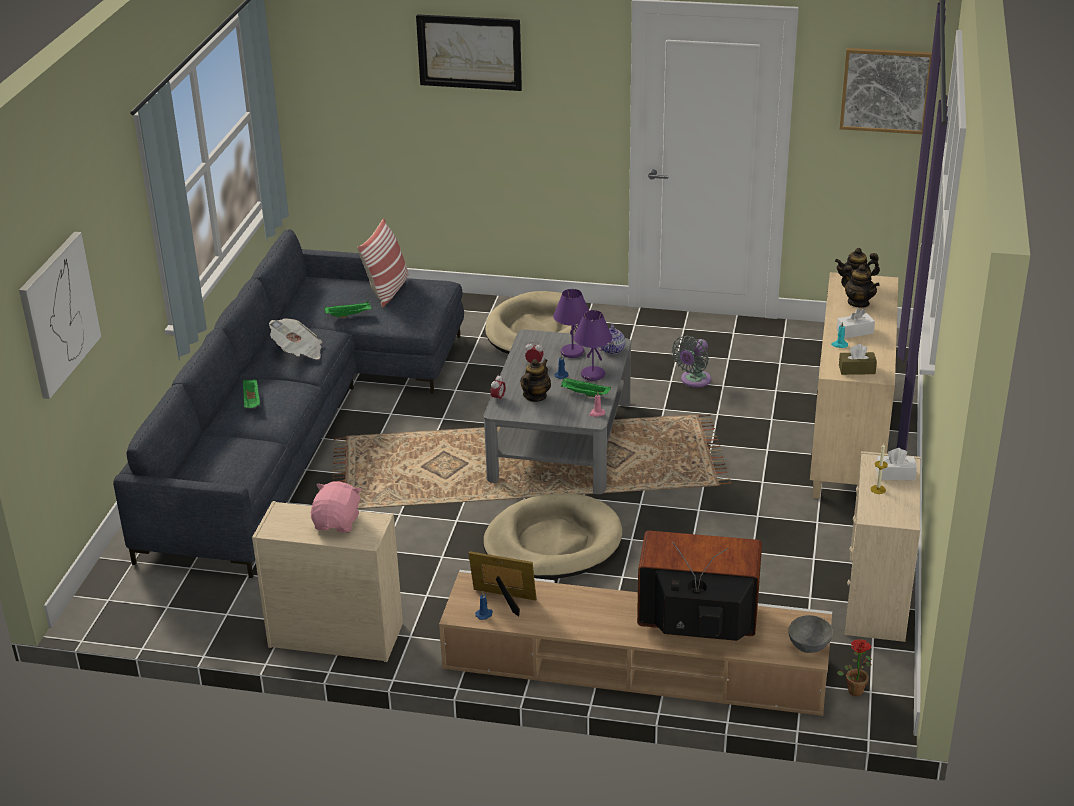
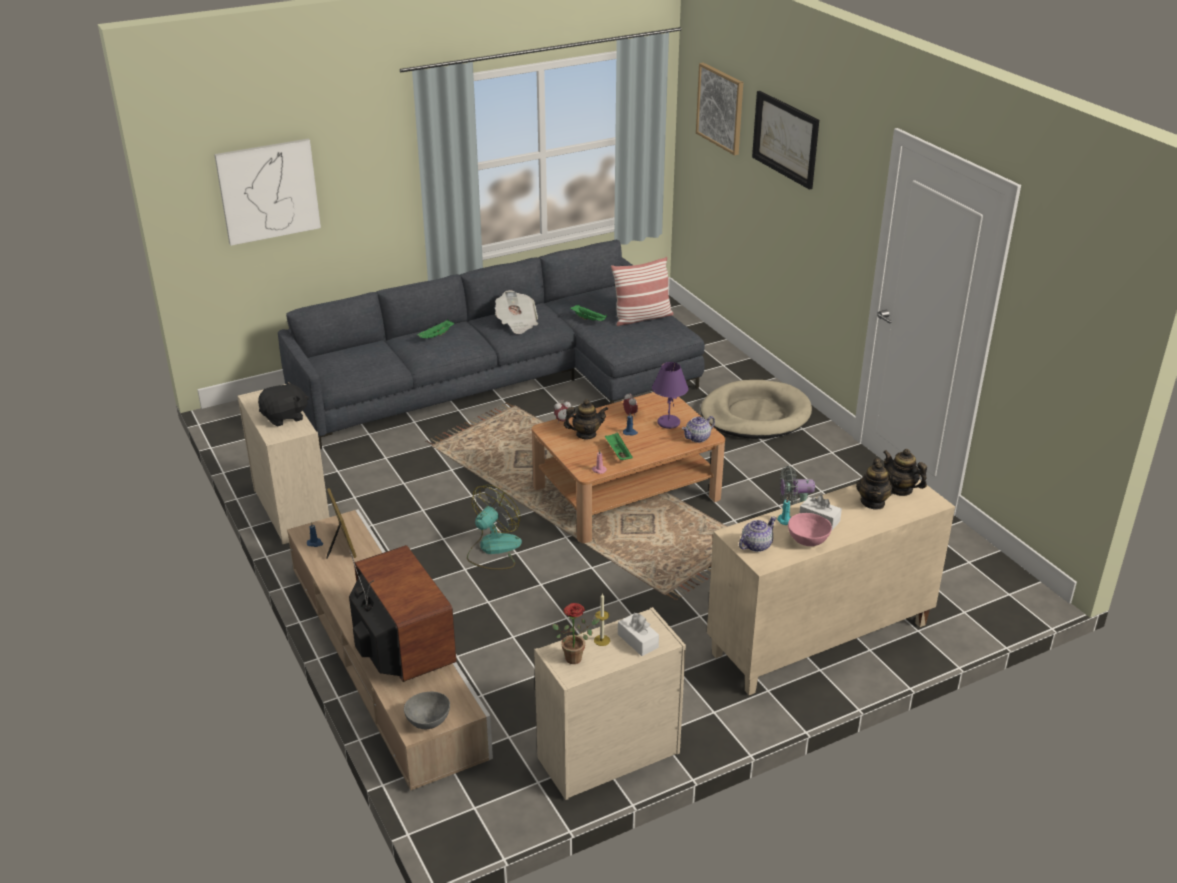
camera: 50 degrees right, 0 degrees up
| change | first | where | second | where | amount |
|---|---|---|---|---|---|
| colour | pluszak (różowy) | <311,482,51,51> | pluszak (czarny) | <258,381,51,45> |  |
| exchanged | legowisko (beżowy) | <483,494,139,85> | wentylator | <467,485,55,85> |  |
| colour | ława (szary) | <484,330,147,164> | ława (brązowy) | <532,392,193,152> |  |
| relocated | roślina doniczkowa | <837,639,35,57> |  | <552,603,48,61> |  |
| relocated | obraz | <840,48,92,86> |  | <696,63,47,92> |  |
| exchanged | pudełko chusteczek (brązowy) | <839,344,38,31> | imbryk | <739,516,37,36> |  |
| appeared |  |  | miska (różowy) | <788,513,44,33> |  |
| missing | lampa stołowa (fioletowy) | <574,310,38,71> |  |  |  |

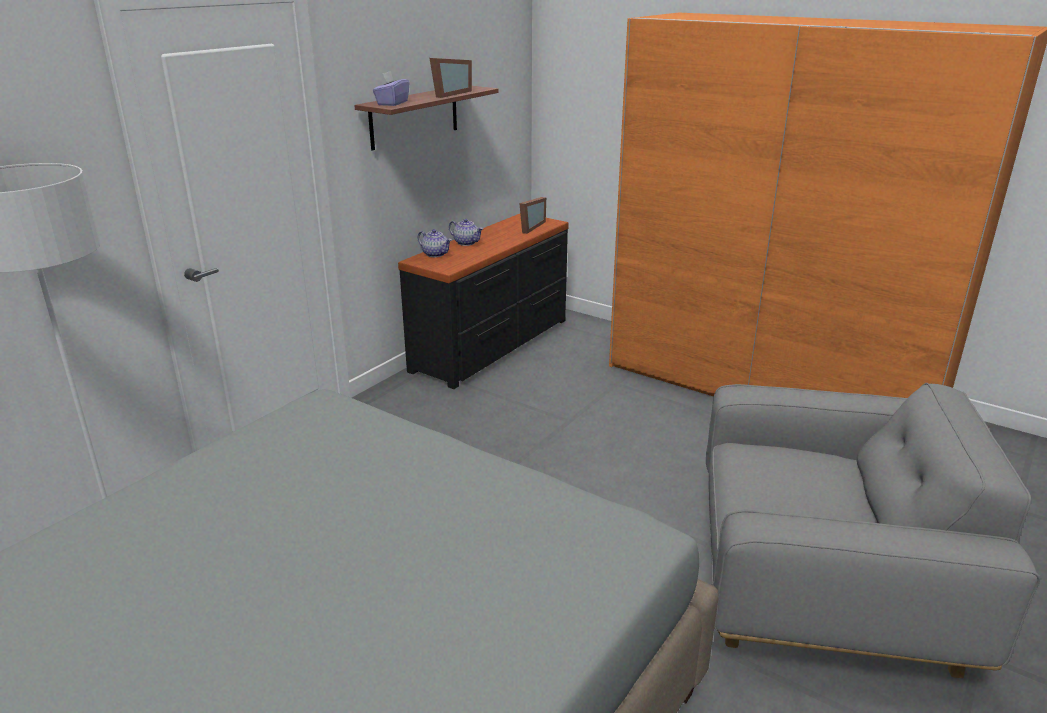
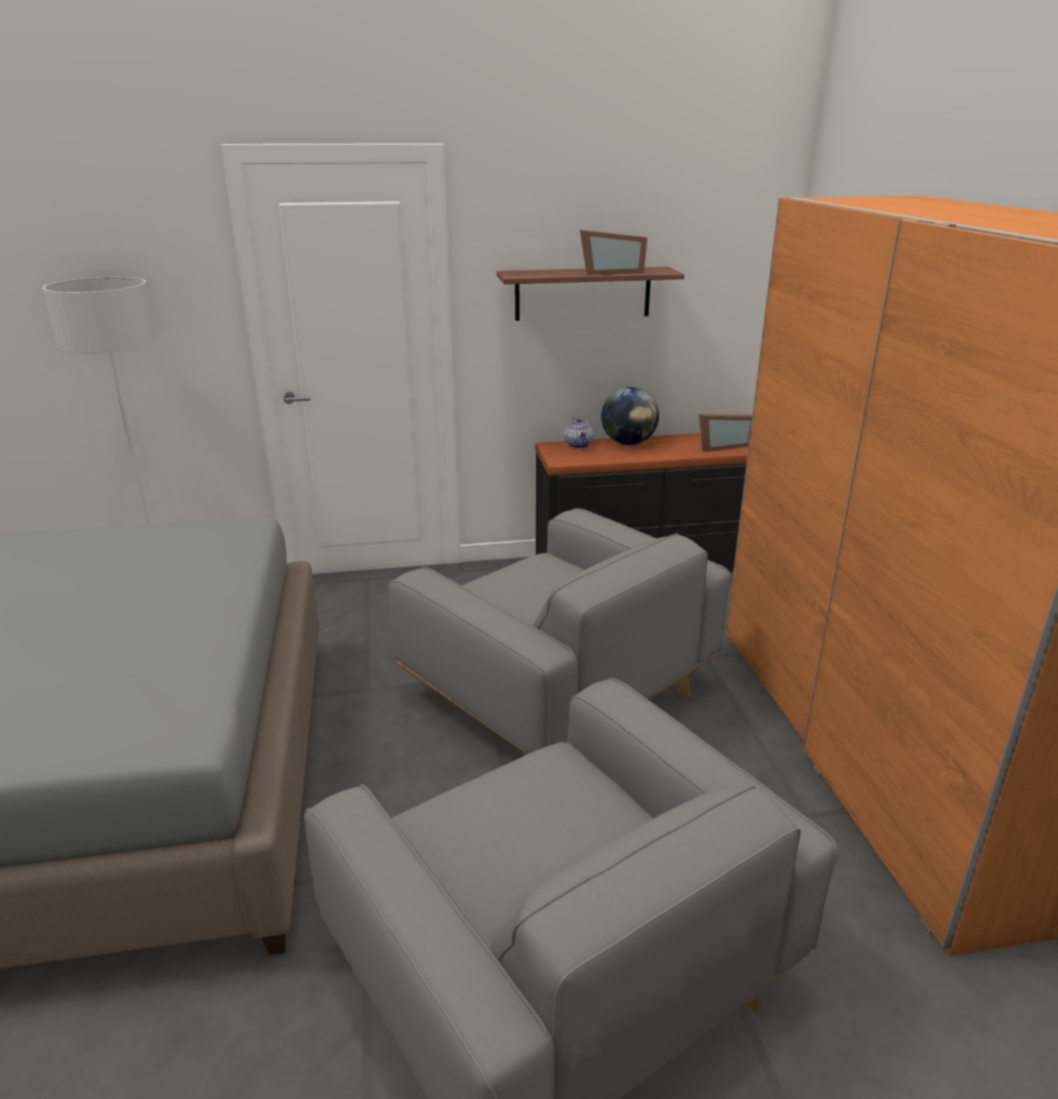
camera: 45 degrees right, 0 degrees up
| change | first | where | second | where | amount |
|---|---|---|---|---|---|
| appeared |  |  | fotel (szary) | <388,508,343,246> |  |
| exchanged | imbryk | <449,219,34,27> | globus | <601,387,58,58> |  |
| missing | pudełko chusteczek (fioletowy) | <373,71,37,35> |  |  |  |

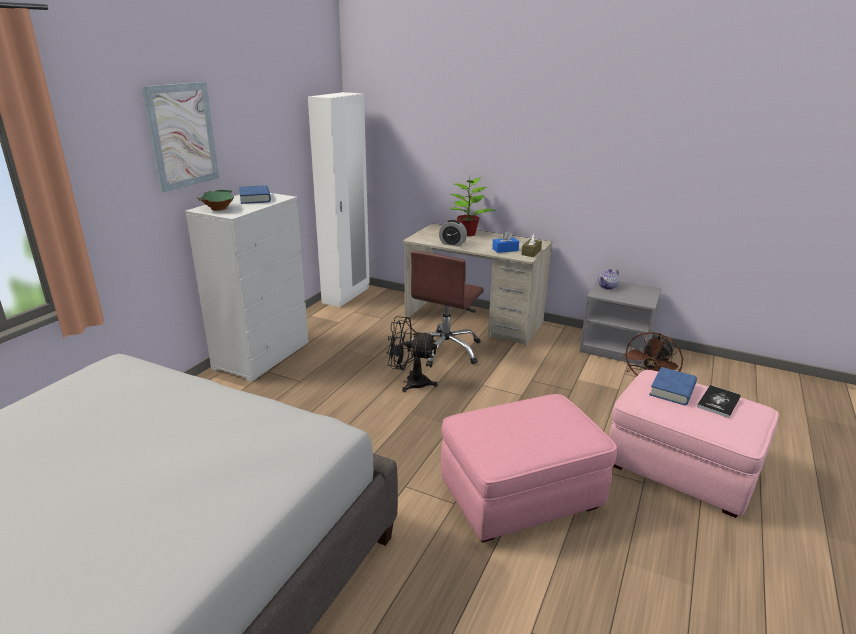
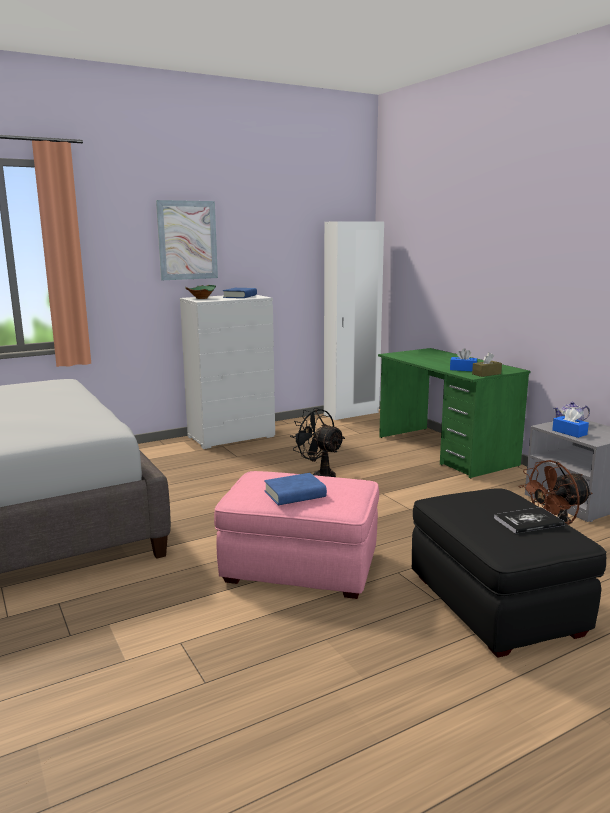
camera: 35 degrees right, 10 degrees down
| change | first | where | second | where | amount |
|---|---|---|---|---|---|
| relocated | książka (niebieski) | <649,367,48,38> |  | <264,473,63,32> |  |
| colour | biurko (beżowy) | <403,223,149,123> | biurko (zielony) | <378,348,152,130> |  |
| colour | pufa (różowy) | <609,370,170,148> | pufa (czarny) | <412,488,194,170> |  |
| appeared |  |  | pudełko chusteczek (niebieski) | <552,408,37,30> |  |
| missing | krzesło biurowe (brązowy) | <407,251,77,116> |  |  |  |
| missing | budzik | <439,220,28,27> |  |  |  |
| missing | roślina doniczkowa | <450,177,45,60> |  |  |  |

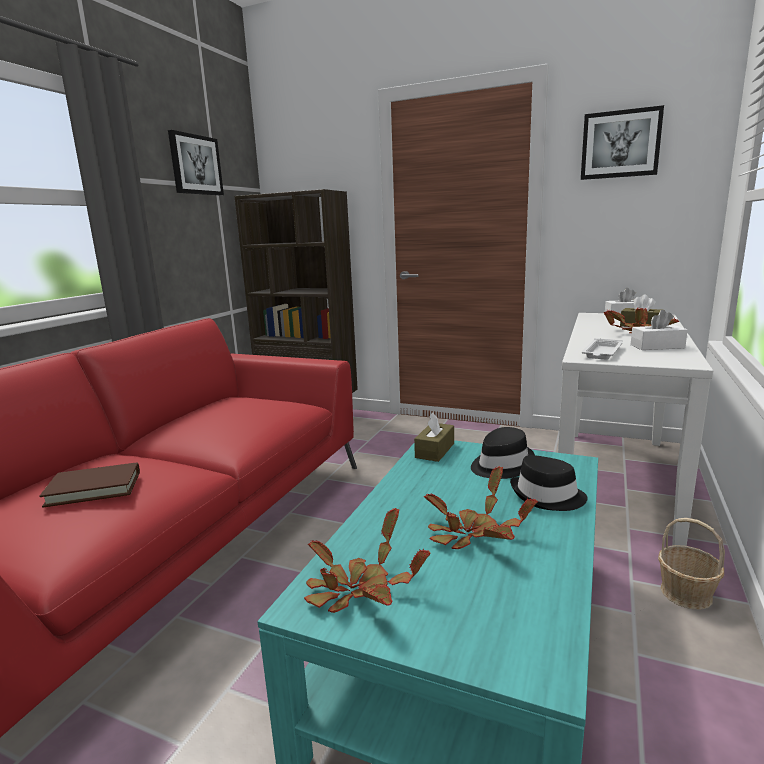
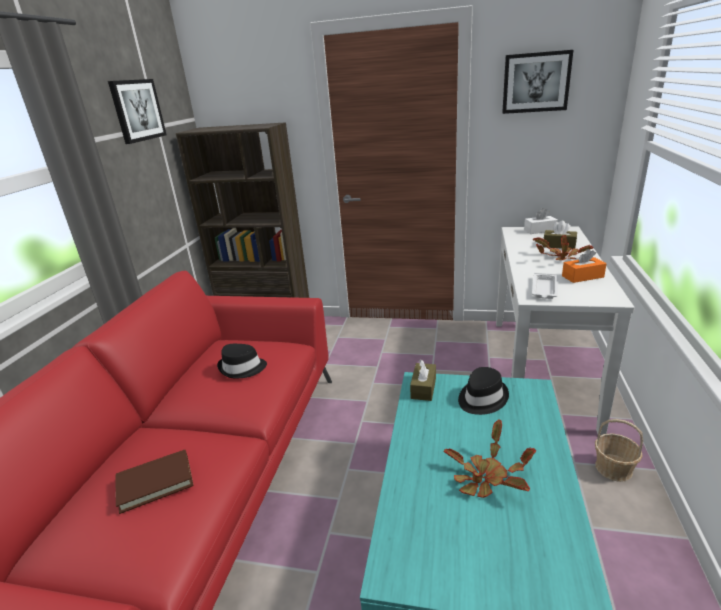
camera: 10 degrees left, 10 degrees up
| change | first | where | second | where | amount |
|---|---|---|---|---|---|
| relocated | kapelusz (czarny) | <510,455,78,56> |  | <217,344,50,34> |  |
| colour | pudełko chusteczek (biały) | <631,310,57,40> | pudełko chusteczek (pomarańczowy) | <562,249,45,34> |  |
| missing | roślina doniczkowa | <304,508,127,105> |  |  |  |

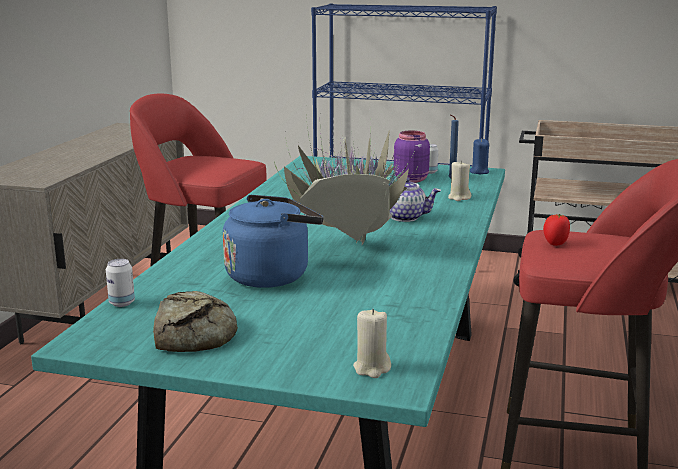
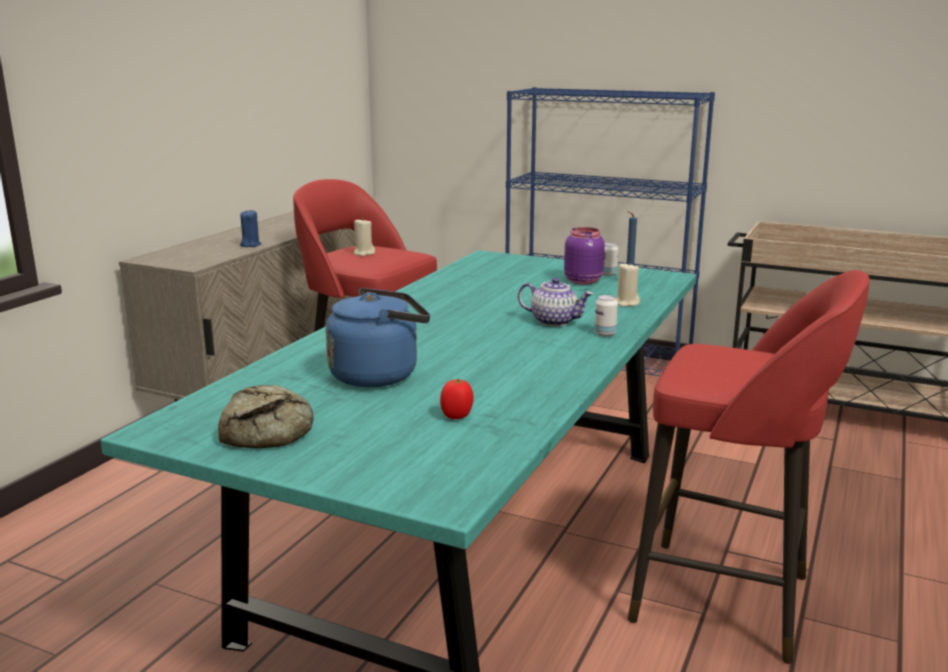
camera: 10 degrees right, 0 degrees up
| change | first | where | second | where | amount |
|---|---|---|---|---|---|
| relocated | świeca (niebieski) | <470,138,19,36> |  | <240,210,21,37> |  |
| relocated | świeca (beżowy) | <353,309,38,69> |  | <354,218,21,38> |  |
| relocated | pomidor | <543,214,27,32> |  | <440,379,34,40> |  |
| relocated | puszka | <106,259,29,48> |  | <594,295,24,41> |  |
| missing | roślina doniczkowa | <274,115,145,129> |  |  |  |

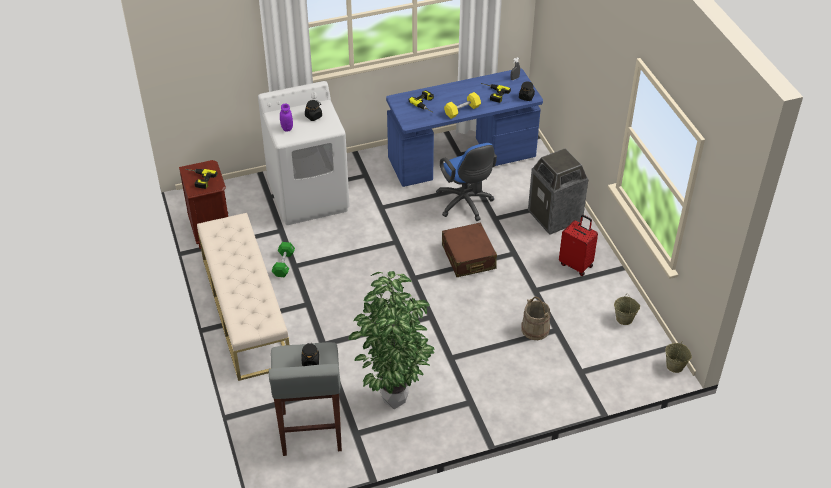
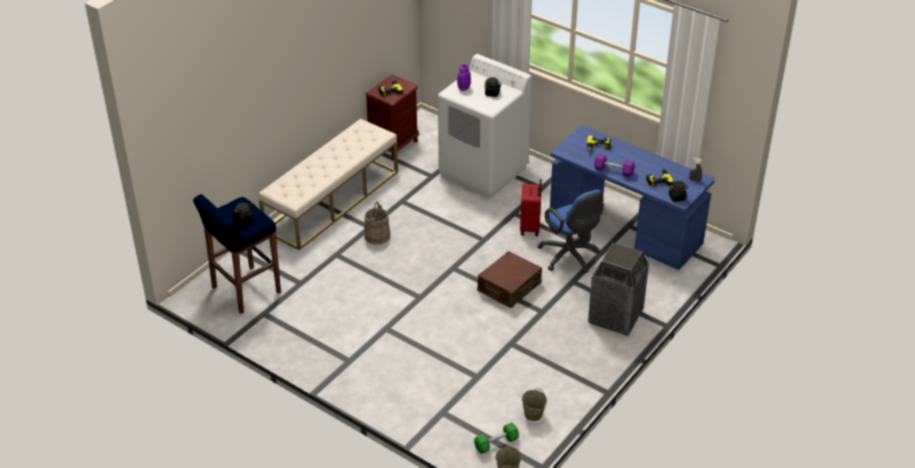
camera: 55 degrees right, 5 degrees down
| change | first | where | second | where | amount |
|---|---|---|---|---|---|
| colour | stołek (szary) | <269,342,73,114> | stołek (niebieski) | <193,194,88,120> |  |
| relocated | wiadro (beżowy) | <521,297,29,43> |  | <364,201,27,44> |  |
| relocated | hantel (zielony) | <272,242,23,35> |  | <474,422,45,32> |  |
| relocated | walizka (czerwony) | <559,215,39,61> |  | <520,179,22,57> |  |
| spun | krzesło biurowe (niebieski) | <436,143,61,78> |  | <537,190,67,83> | 60 degrees counterclockwise |
| colour | hantel (żółty) | <444,92,37,27> | hantel (fioletowy) | <594,153,41,24> |  |
| missing | roślina doniczkowa | <349,271,85,138> |  |  |  |

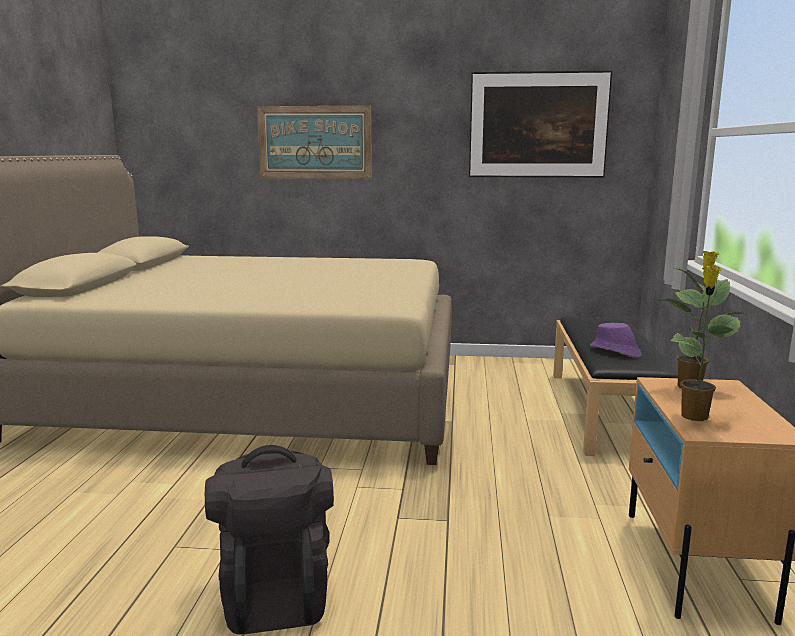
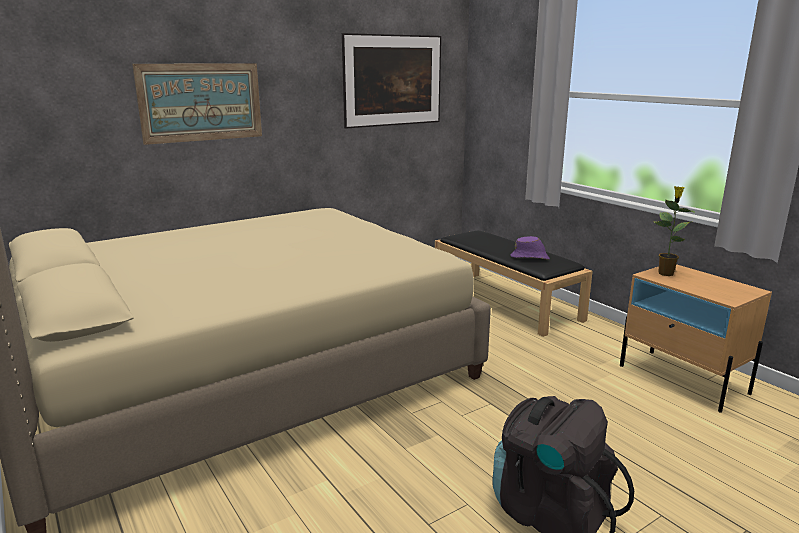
camera: 40 degrees left, 5 degrees up
| change | first | where | second | where | amount |
|---|---|---|---|---|---|
| missing | roślina doniczkowa | <670,265,70,156> |  |  |  |

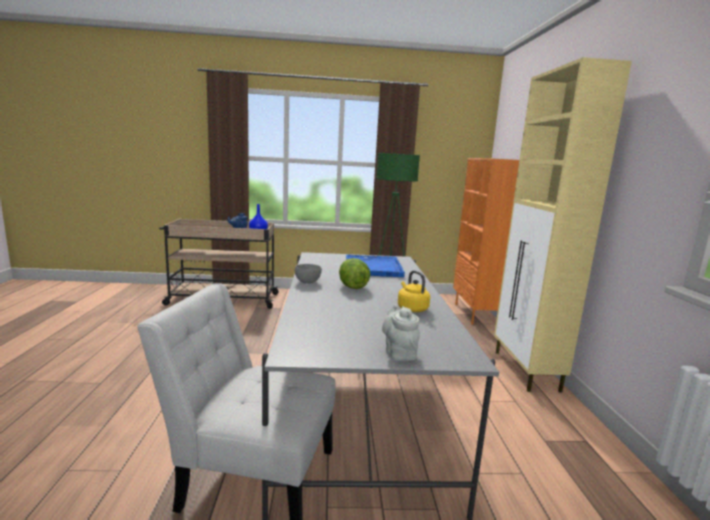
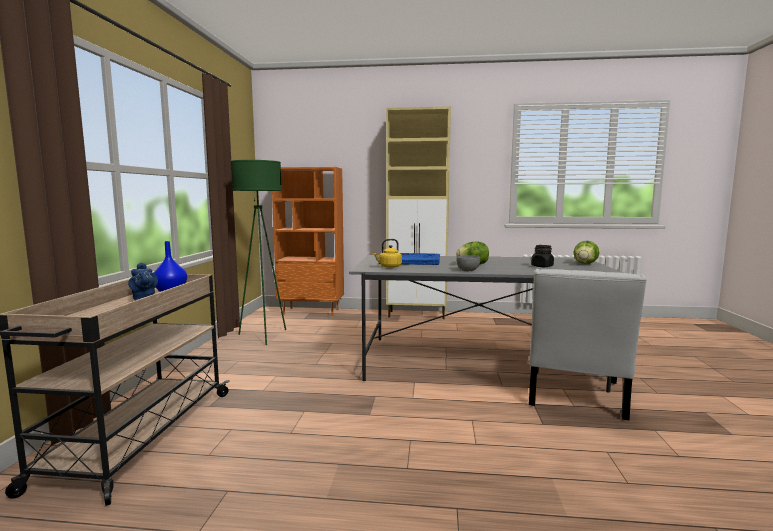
camera: 80 degrees left, 5 degrees down
| change | first | where | second | where | amount |
|---|---|---|---|---|---|
| relocated | czajnik (żółty) | <398,270,32,42> |  | <373,239,29,29> |  |
| appeared |  |  | słoik (czarny) | <531,245,23,22> |  |
| exchanged | imbryk (szary) | <382,304,38,57> | sałata | <574,241,25,23> |  |

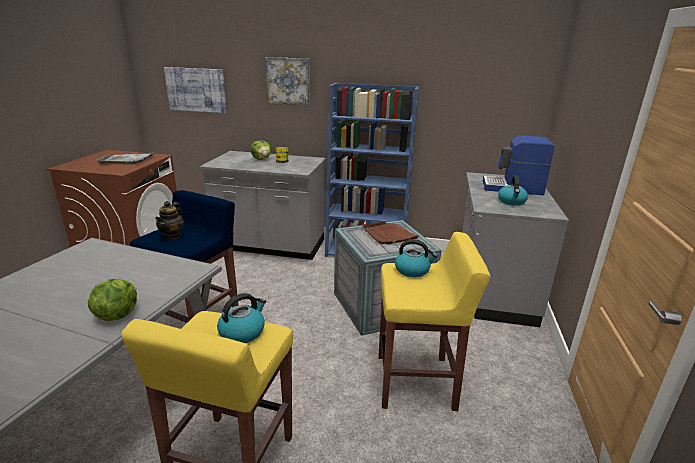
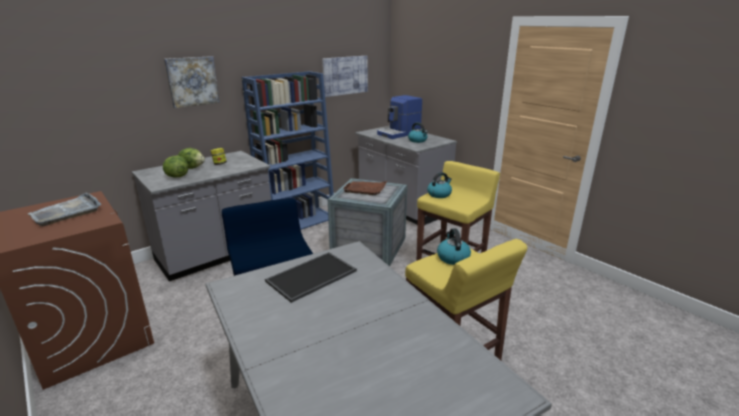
camera: 50 degrees left, 0 degrees up
| change | first | where | second | where | amount |
|---|---|---|---|---|---|
| relocated | sałata | <88,279,49,42> |  | <163,156,25,22> |  |
| appeared |  |  | taca | <265,252,92,51> |  |
| relocated | obraz | <164,67,63,46> |  | <322,56,46,41> |  |
| missing | imbryk | <155,201,29,38> |  |  |  |

